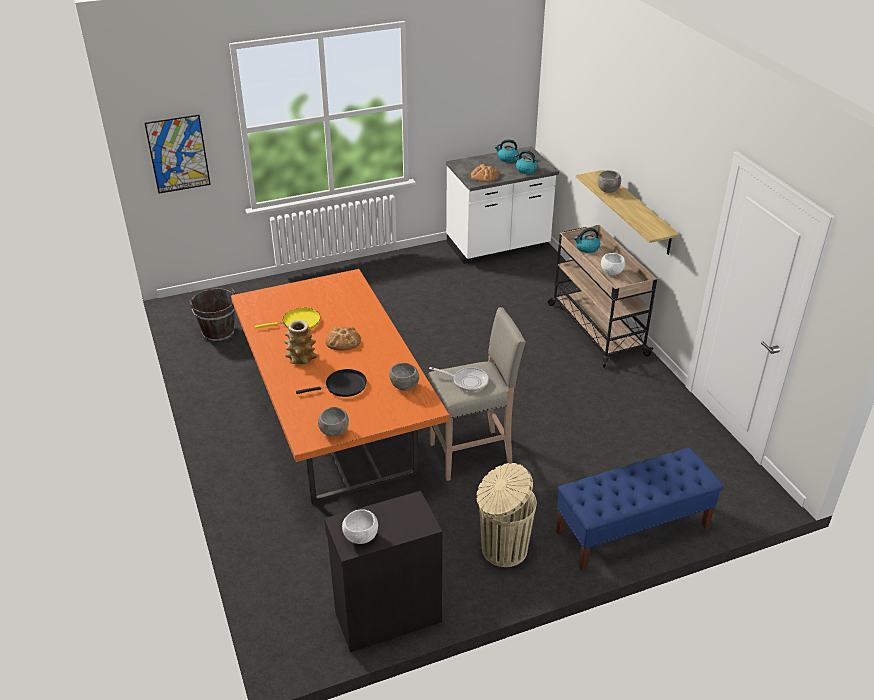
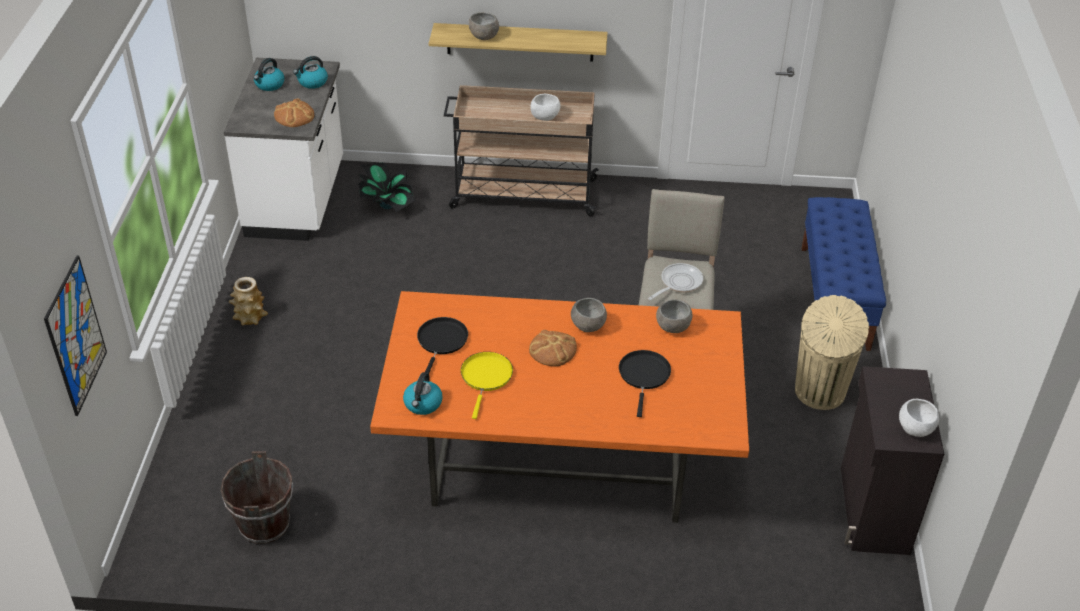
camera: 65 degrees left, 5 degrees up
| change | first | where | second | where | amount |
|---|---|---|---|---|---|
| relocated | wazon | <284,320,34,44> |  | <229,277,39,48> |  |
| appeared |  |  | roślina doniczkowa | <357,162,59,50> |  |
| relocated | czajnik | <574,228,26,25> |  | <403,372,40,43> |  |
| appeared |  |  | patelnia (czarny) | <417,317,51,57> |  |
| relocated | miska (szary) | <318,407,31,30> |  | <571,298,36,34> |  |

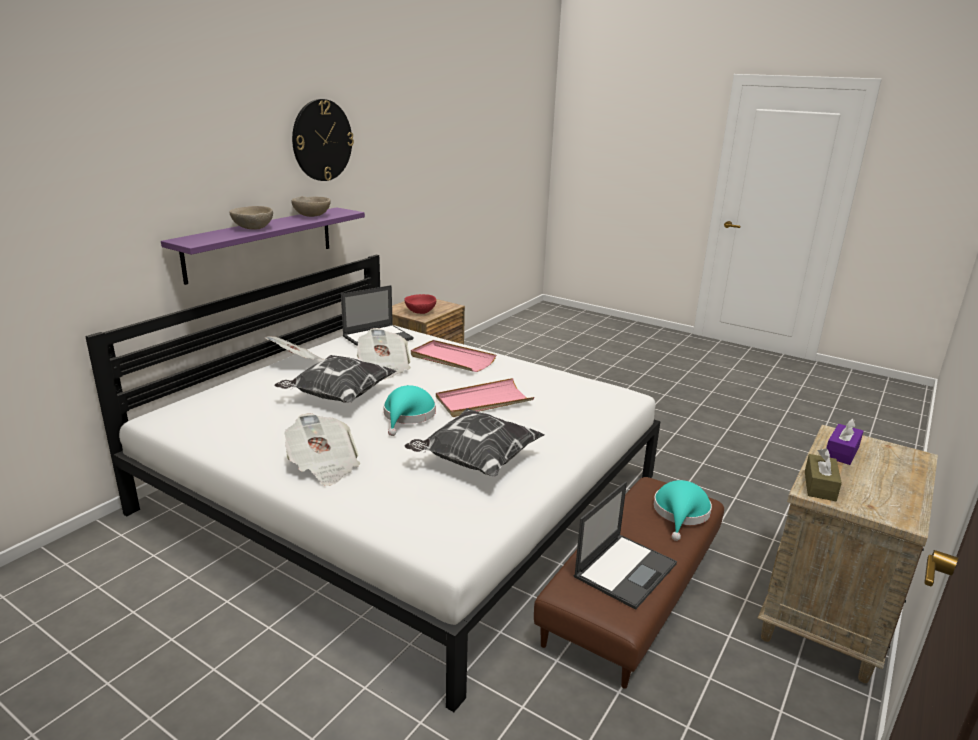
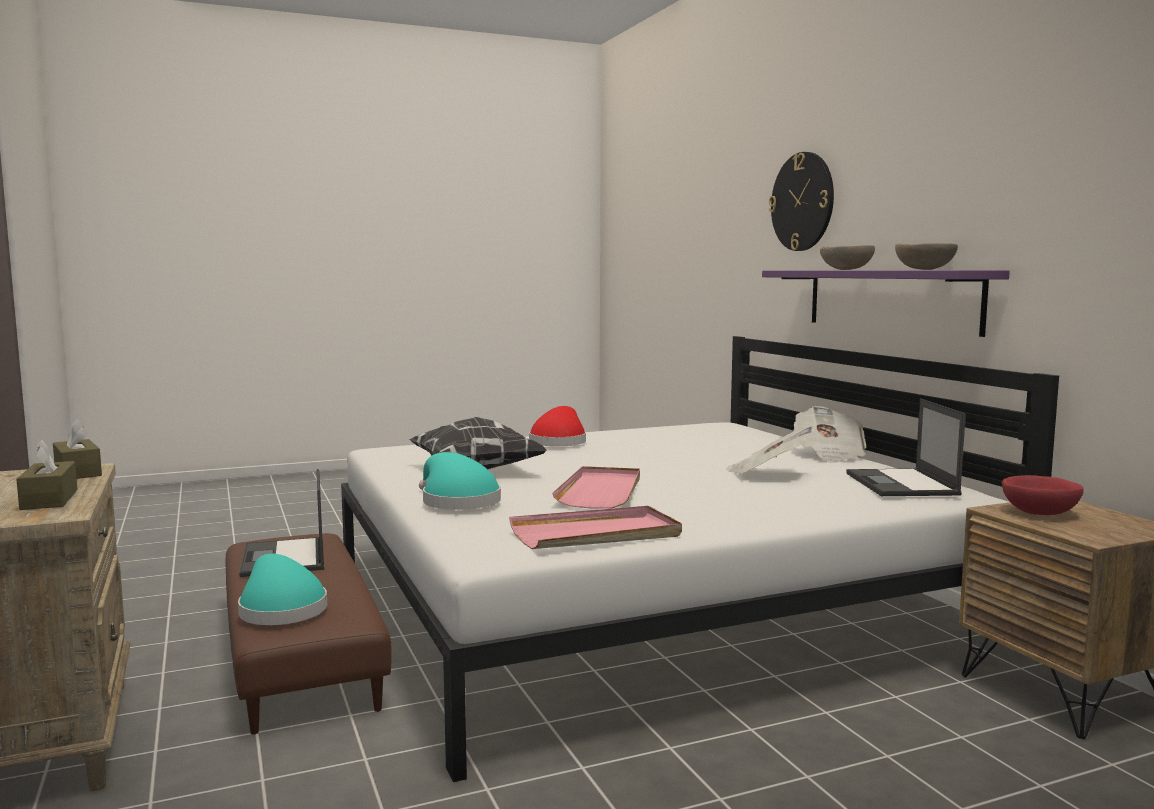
camera: 125 degrees right, 15 degrees down
| change | first | where | second | where | amount |
|---|---|---|---|---|---|
| colour | pudełko chusteczek (fioletowy) | <827,418,37,47> | pudełko chusteczek (brązowy) | <16,440,61,70> |  |
| relocated | kapelusz (turkusowy) | <383,385,53,51> |  | <419,452,82,58> |  |
| relocated | taca (różowy) | <411,340,85,32> |  | <509,506,173,43> |  |
| exchanged | gazeta | <284,413,76,73> | kapelusz (czerwony) | <529,406,57,40> |  |
| relocated | zegar ścienny | <292,99,62,82> |  | <769,152,65,99> |  |
| missing | poduszka | <275,355,121,48> |  |  |  |

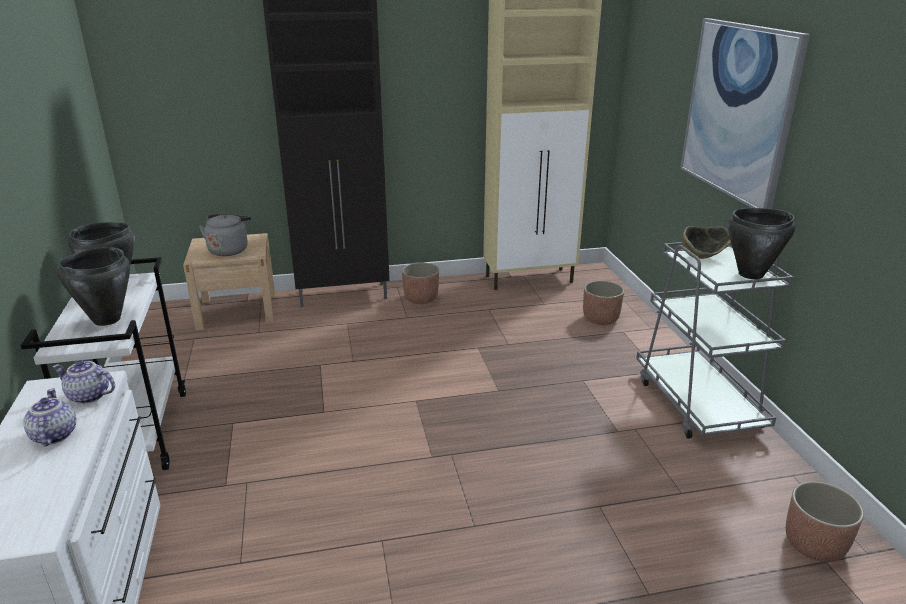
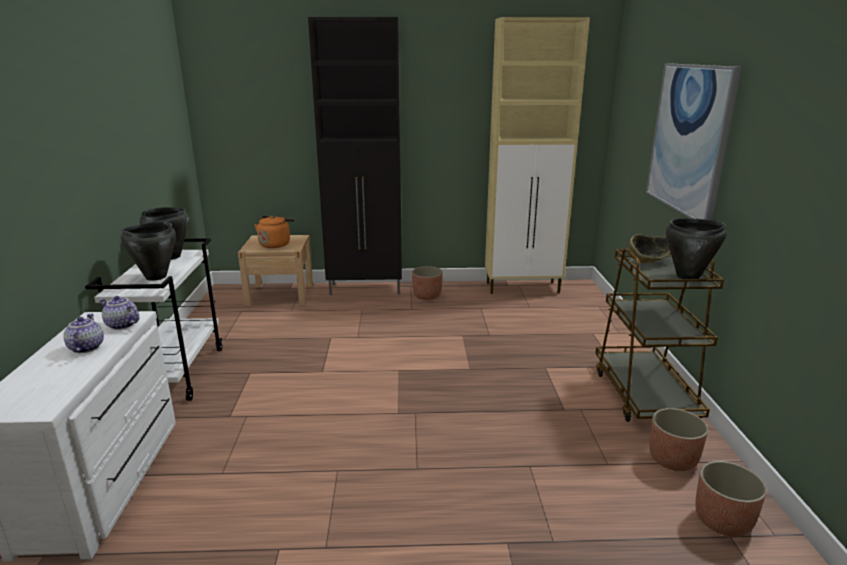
camera: 10 degrees right, 5 degrees down
| change | first | where | second | where | amount |
|---|---|---|---|---|---|
| colour | czajnik (szary) | <199,213,52,43> | czajnik (pomarańczowy) | <254,216,40,32> |  |
| colour | wózek (szary) | <636,242,157,197> | wózek (brązowy) | <595,248,129,174> |  |
| relocated | donica | <583,281,41,44> |  | <649,408,59,63> |  |

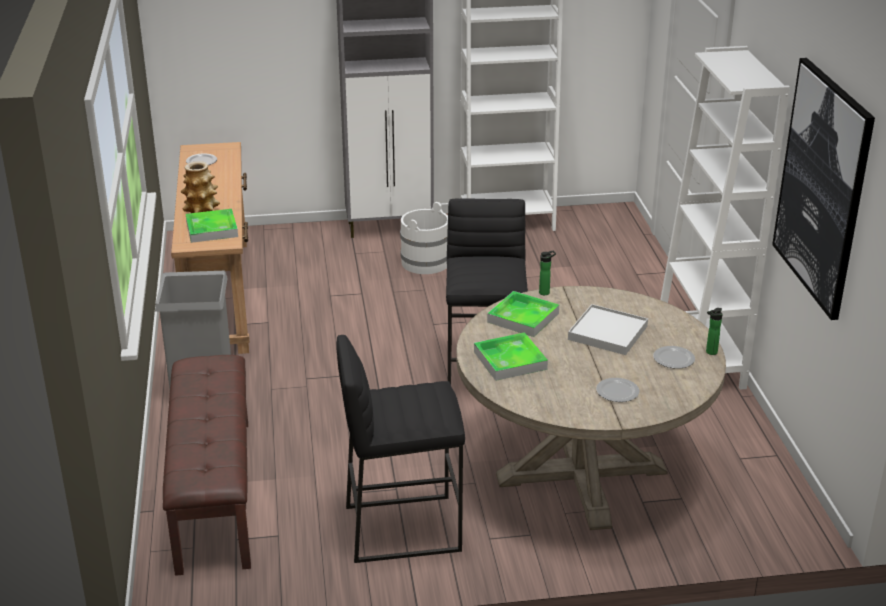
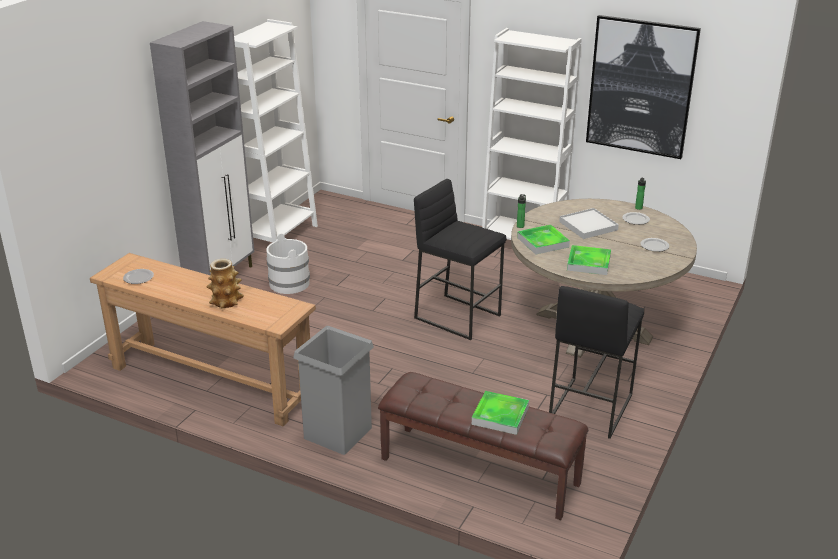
camera: 55 degrees left, 0 degrees up
| change | first | where | second | where | amount |
|---|---|---|---|---|---|
| relocated | taca | <186,209,52,34> |  | <472,391,57,44> |  |

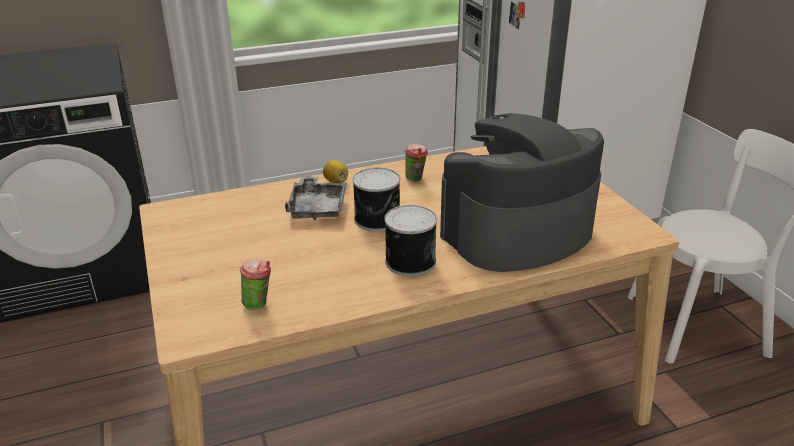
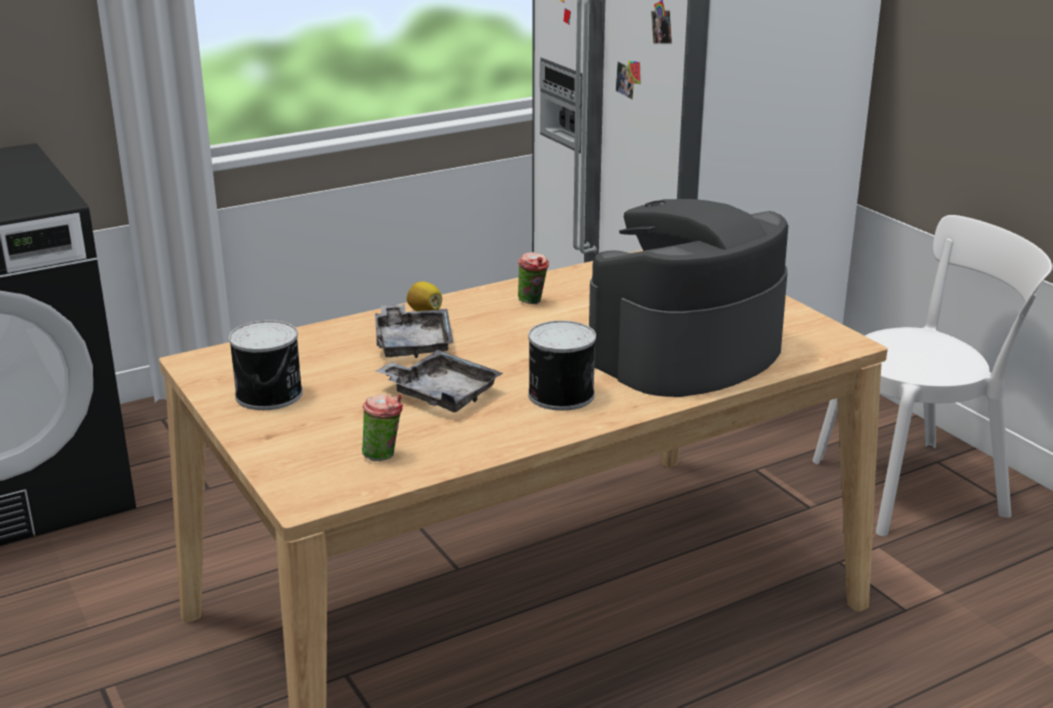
camera: 10 degrees left, 5 degrees down
| change | first | where | second | where | amount |
|---|---|---|---|---|---|
| relocated | puszka | <353,168,47,63> |  | <229,320,74,90> |  |
| appeared |  |  | taca (szary) | <375,350,128,62> |  |

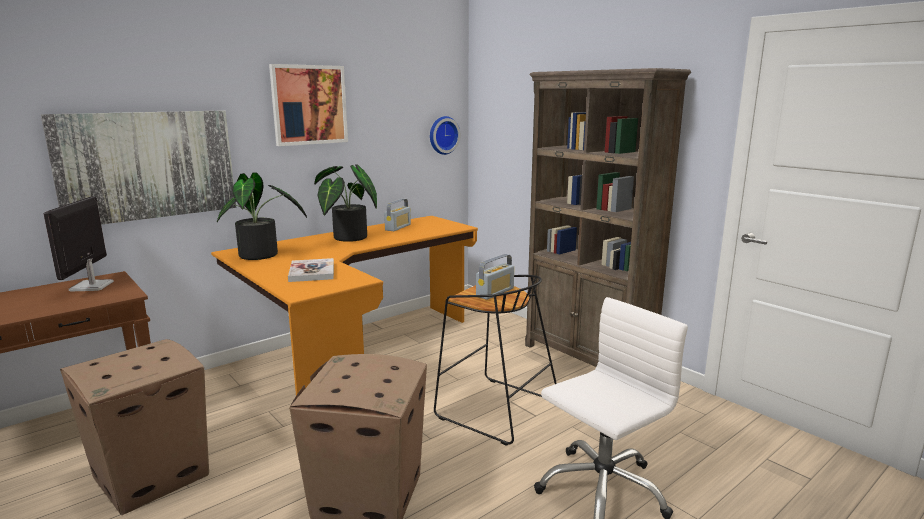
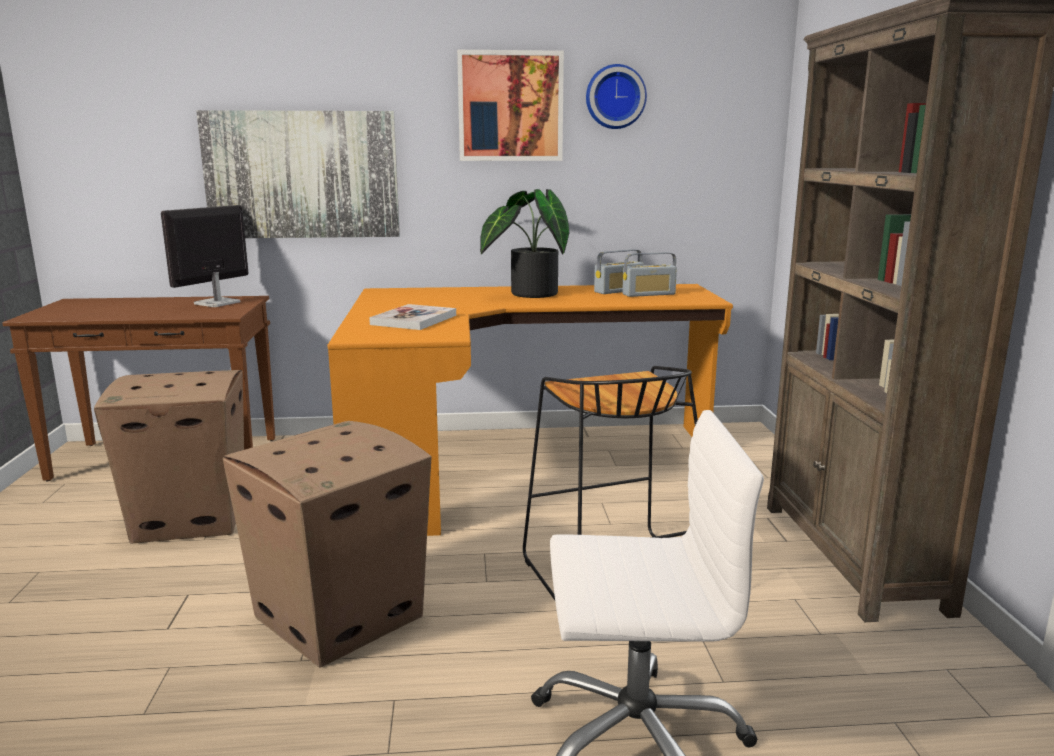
camera: 35 degrees right, 0 degrees up
| change | first | where | second | where | amount |
|---|---|---|---|---|---|
| relocated | zegar ścienny | <430,116,31,39> |  | <586,64,61,65> |  |
| relocated | radio | <476,254,38,46> |  | <622,252,55,45> |  |
| missing | roślina doniczkowa | <217,172,90,88> |  |  |  |

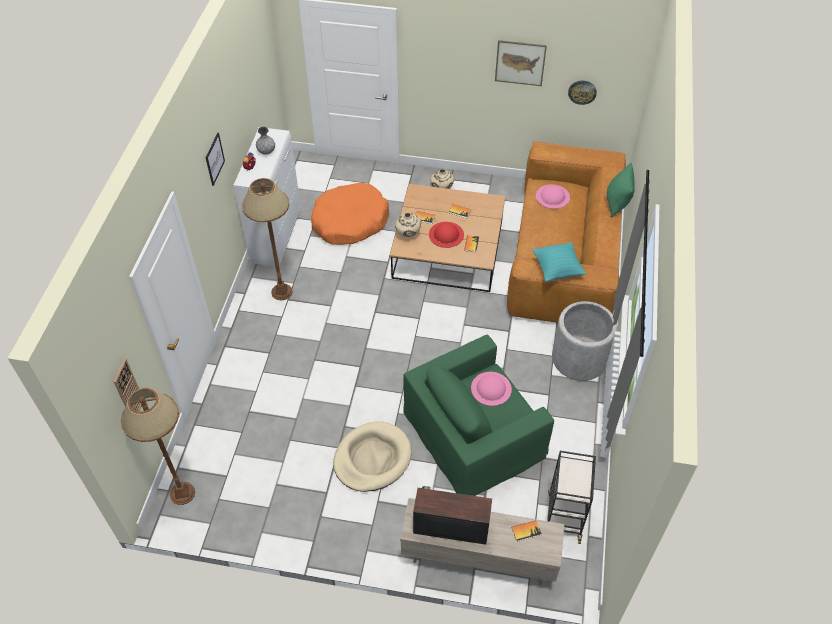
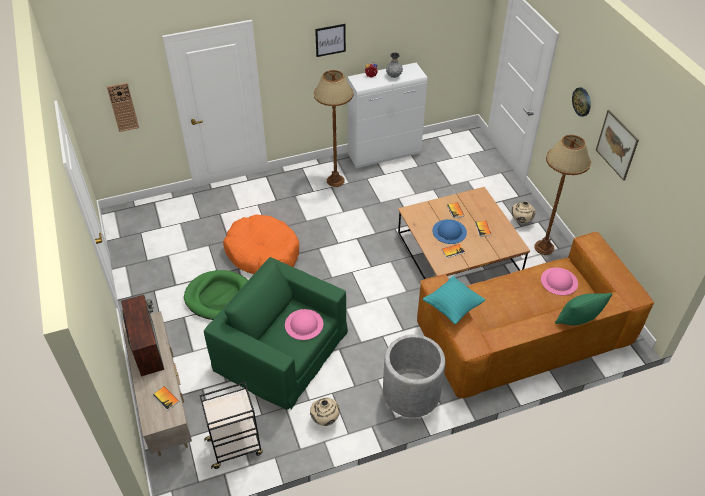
camera: 60 degrees right, 5 degrees down
| change | first | where | second | where | amount |
|---|---|---|---|---|---|
| colour | legowisko (beżowy) | <333,421,79,71> | legowisko (zielony) | <184,270,64,50> |  |
| relocated | legowisko (pomarańczowy) | <311,183,78,62> |  | <223,215,76,59> |  |
| relocated | wazon (beżowy) | <395,213,26,24> |  | <310,398,30,28> |  |
| colour | kapelusz (czerwony) | <429,222,35,26> | kapelusz (niebieski) | <433,219,34,25> |  |
| relocated | lampa stojąca (brązowy) | <121,388,74,117> |  | <534,135,57,120> |  |
| relocated | zegar ścienny | <568,81,29,24> |  | <572,87,19,30> |  |

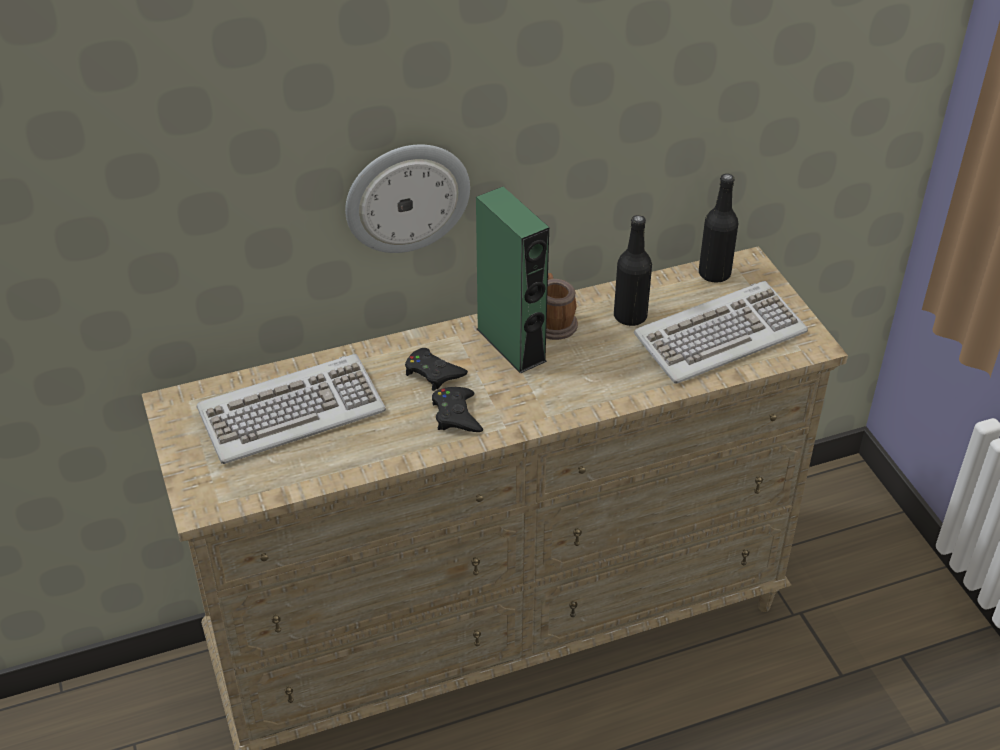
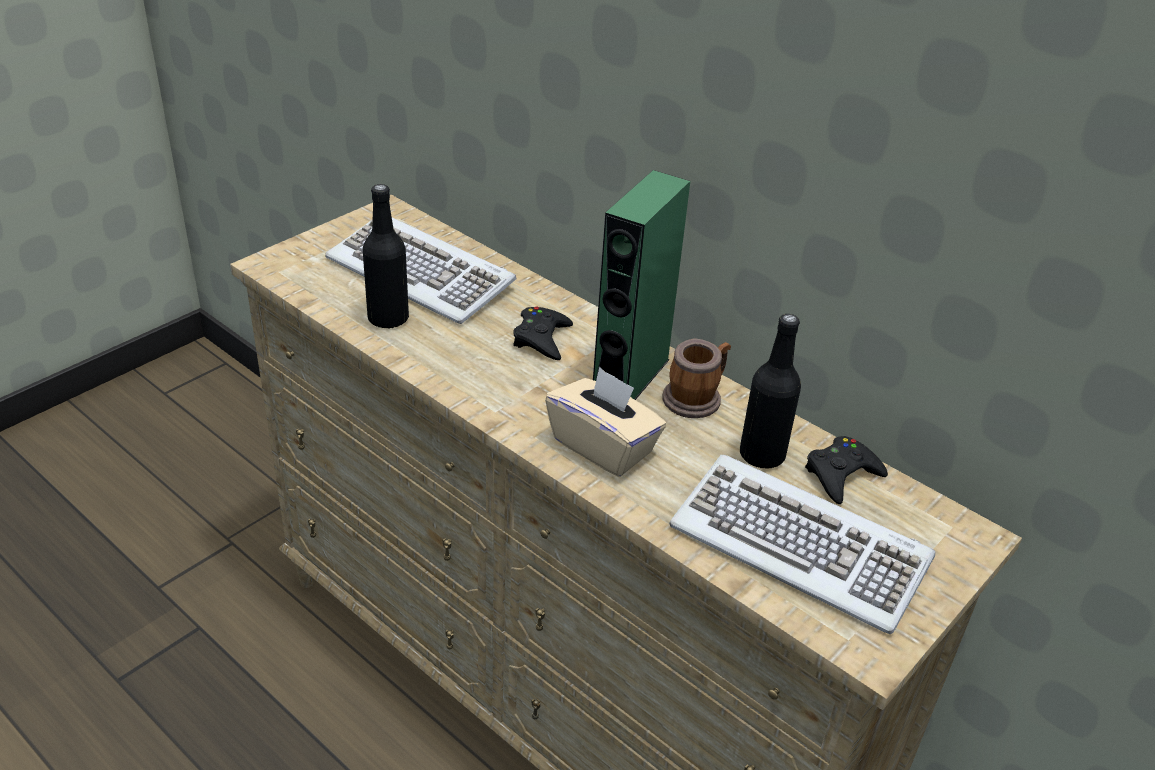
camera: 60 degrees right, 5 degrees down
| change | first | where | second | where | amount |
|---|---|---|---|---|---|
| relocated | butelka (czarny) | <699,174,39,109> |  | <363,184,46,145> |  |
| appeared |  |  | pudełko chusteczek (beżowy) | <545,367,121,110> |  |
| relocated | pad do gier (czarny) | <432,387,51,45> |  | <805,436,83,68> |  |
| missing | zegar ścienny | <345,145,125,108> |  |  |  |

